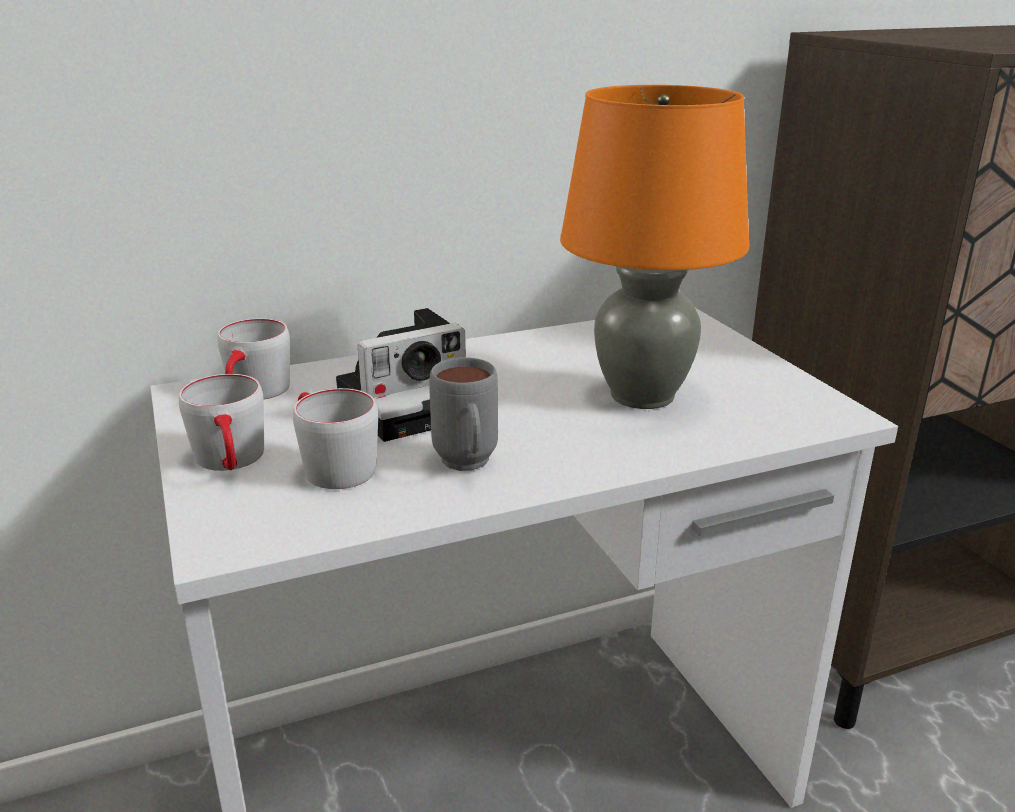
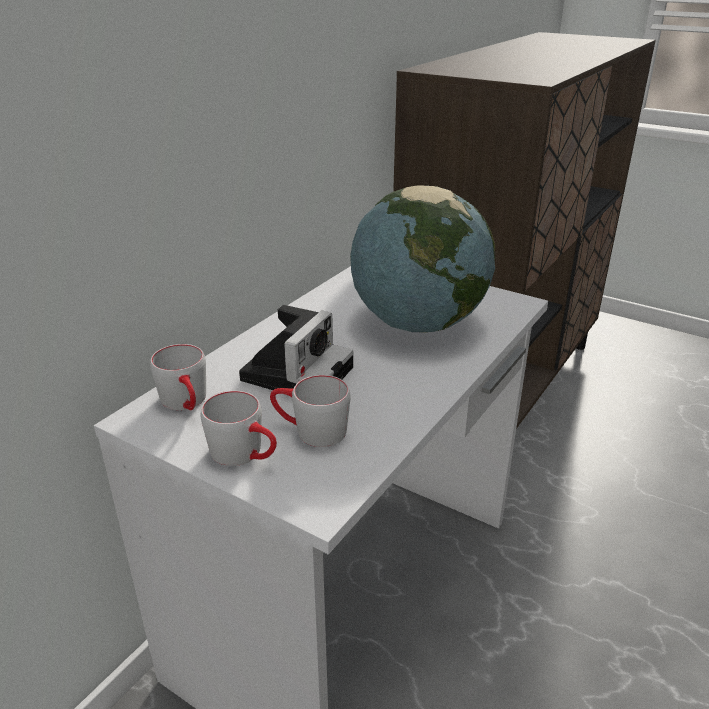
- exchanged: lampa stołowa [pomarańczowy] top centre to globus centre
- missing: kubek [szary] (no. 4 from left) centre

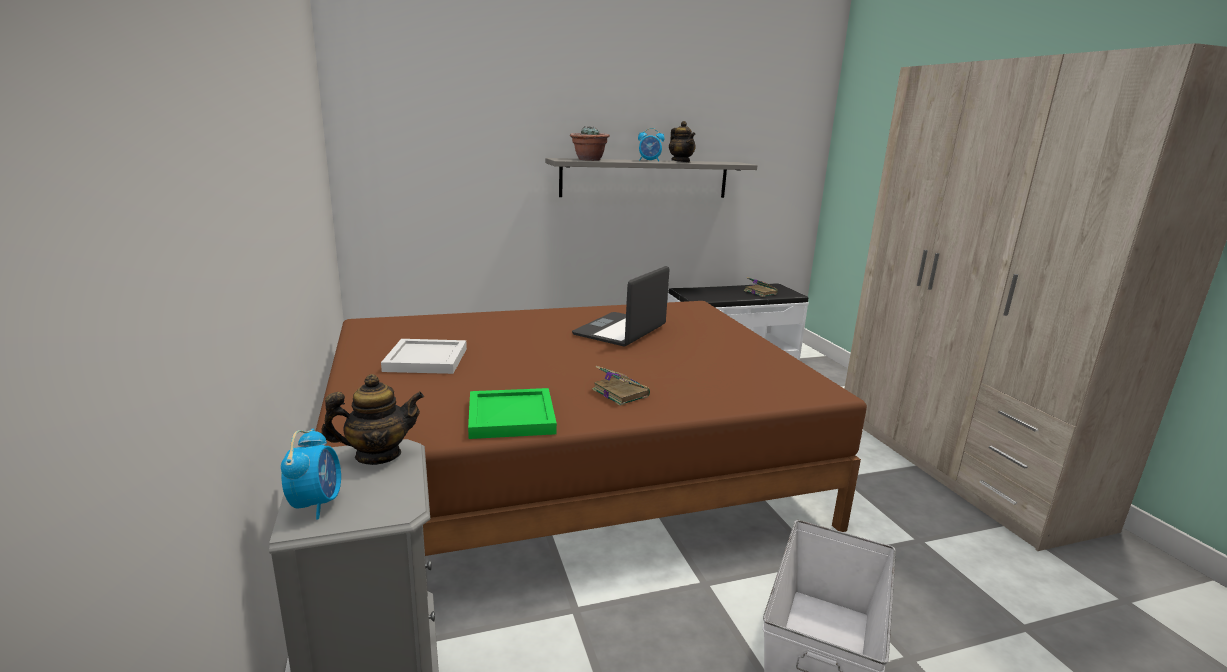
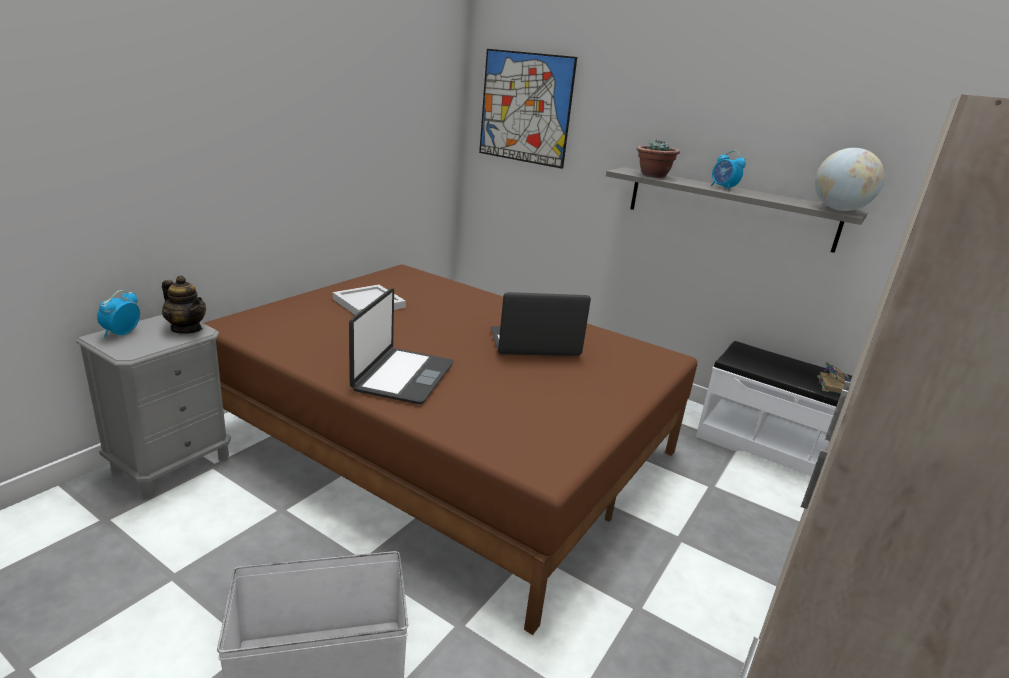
- spun: budzik (no. 1 from left) bottom left = middle left 150 degrees clockwise
- exchanged: książka (no. 1 from left) centre to laptop (no. 1 from left) centre
- appeared: obraz top centre
- appeared: globus top right
- missing: taca [zielony] centre
- missing: imbryk (no. 2 from left) top centre

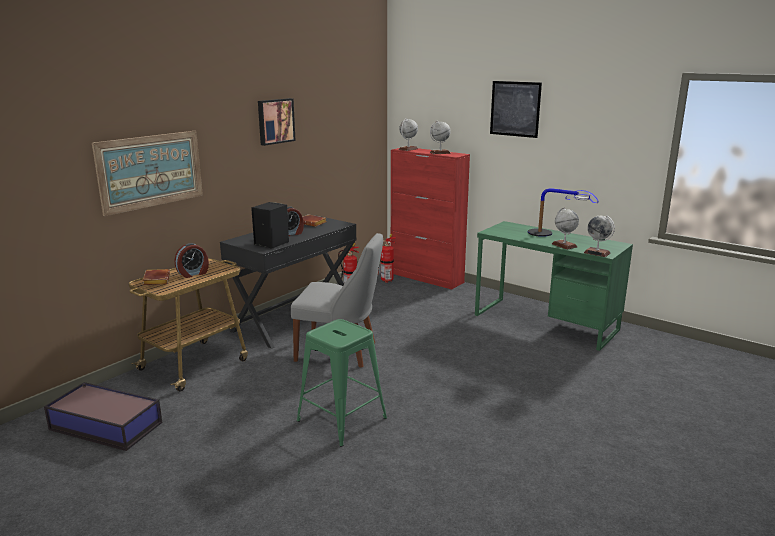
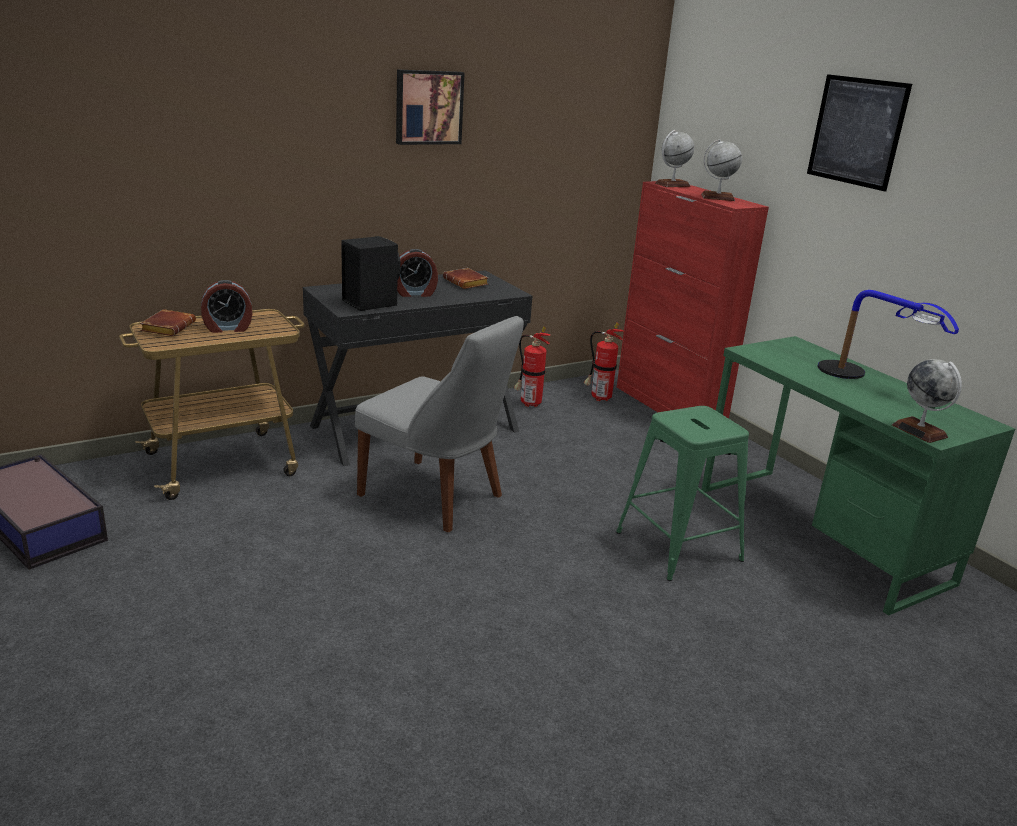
- relocated: stołek [zielony] bottom centre to middle right
- missing: obraz (no. 1 from left) top left
- missing: globus (no. 3 from left) middle right

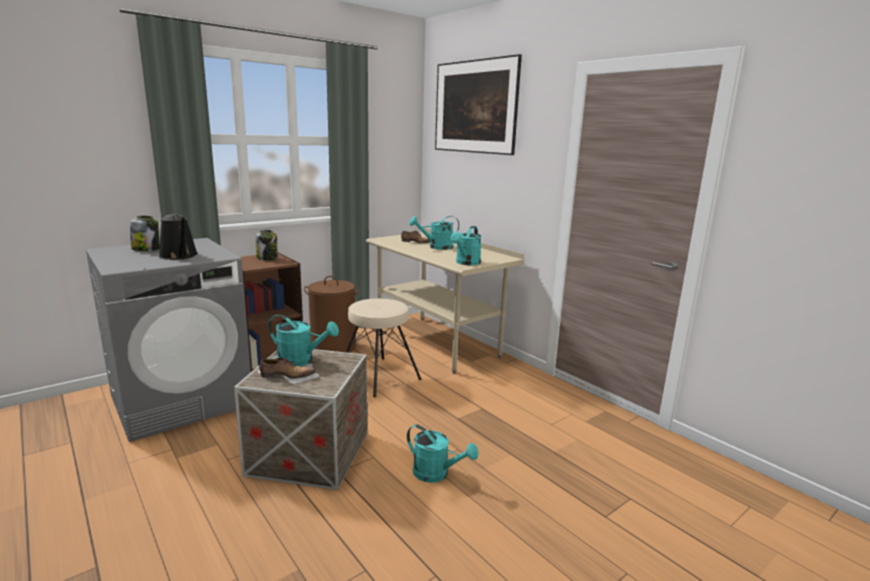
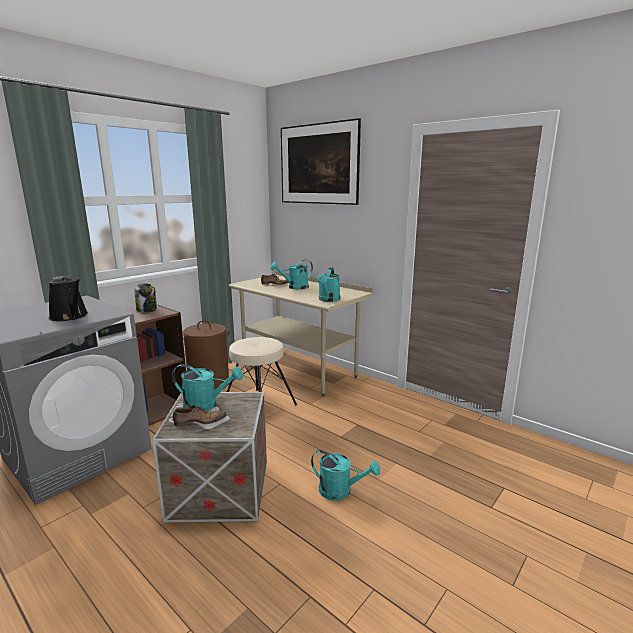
- missing: słoik (no. 1 from left) middle left

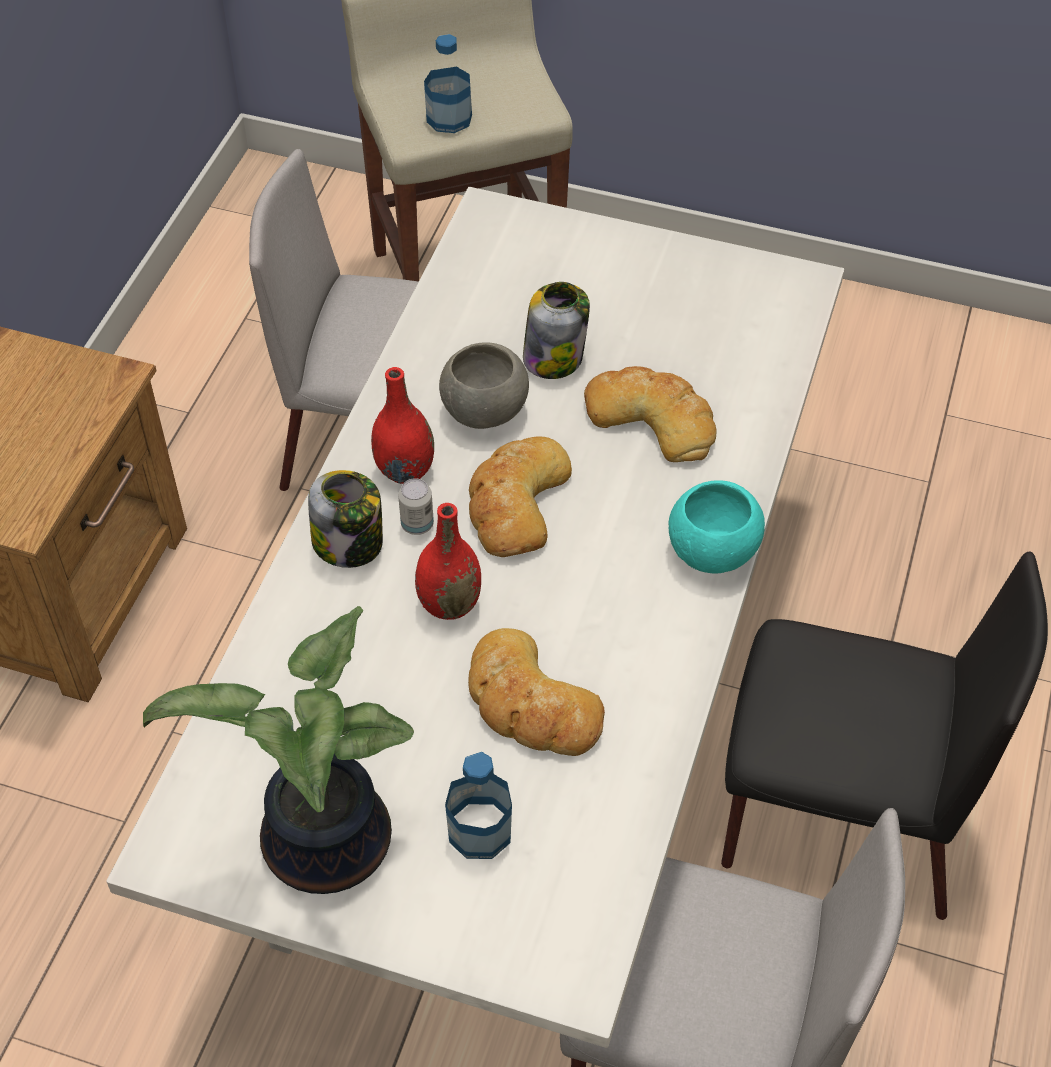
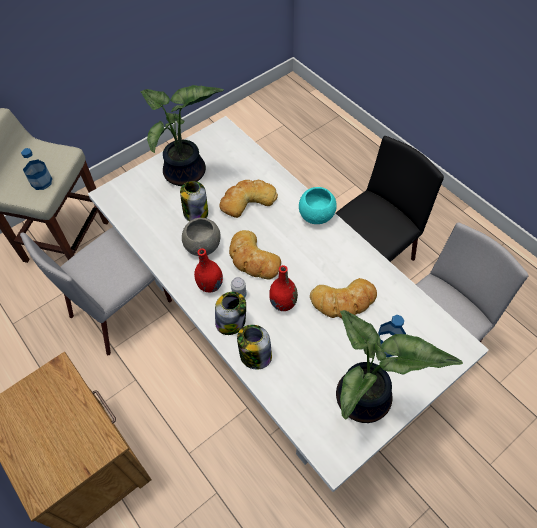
- appeared: roślina doniczkowa (no. 1 from left) top centre
- appeared: słoik (no. 3 from left) centre

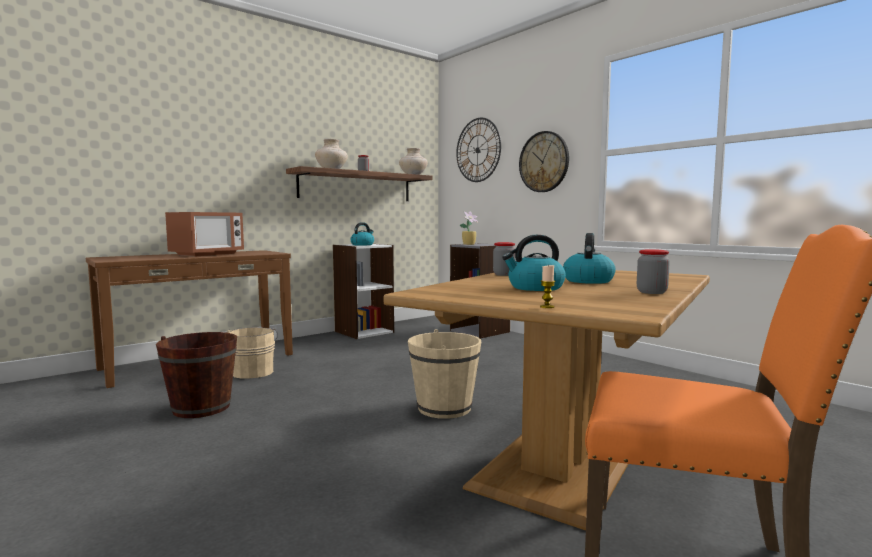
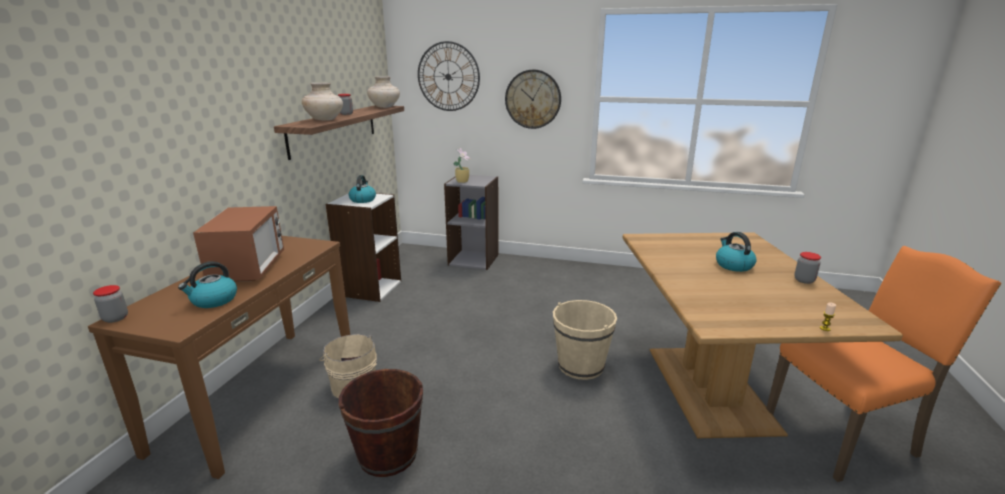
- relocated: słoik (no. 2 from left in the first image) centre to słoik (no. 1 from left) middle left
- relocated: czajnik (no. 2 from left in the first image) centre to czajnik (no. 1 from left) middle left

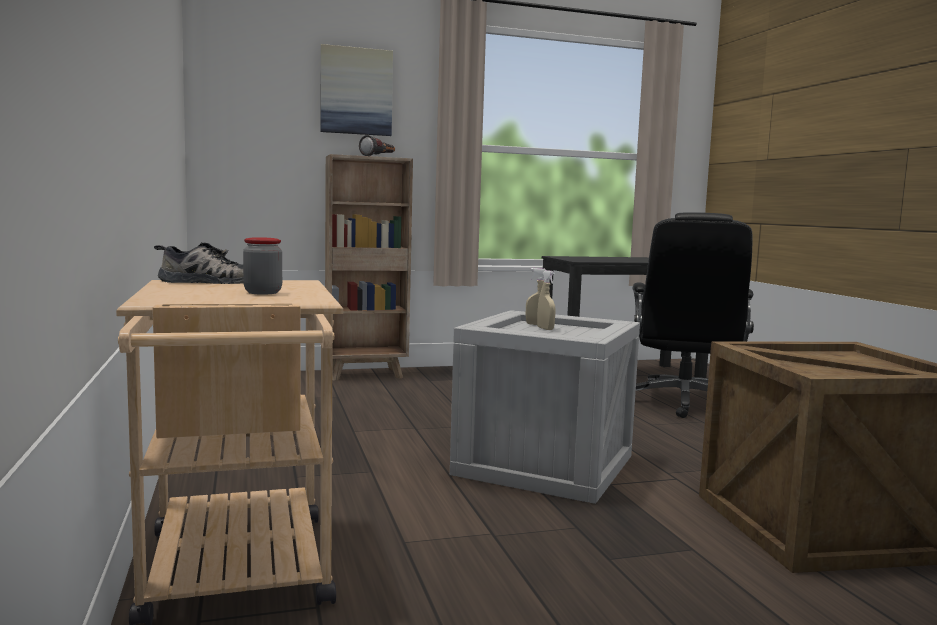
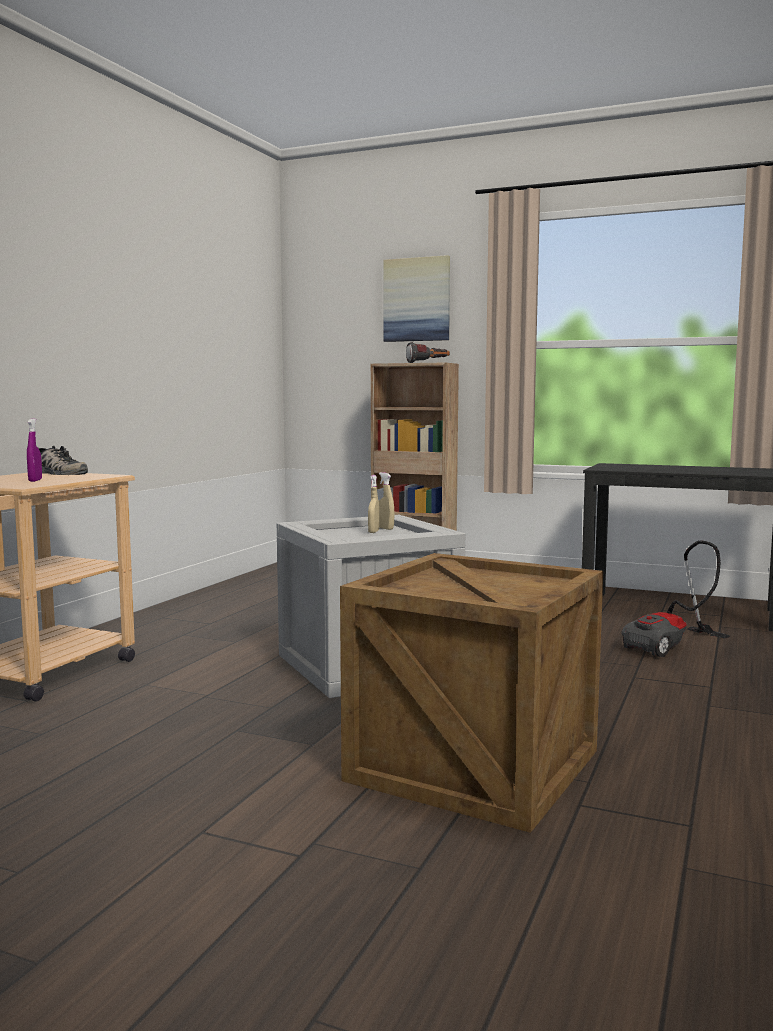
- exchanged: słoik middle left to spryskiwacz [fioletowy] middle left
- exchanged: krzesło biurowe [czarny] middle right to odkurzacz middle right

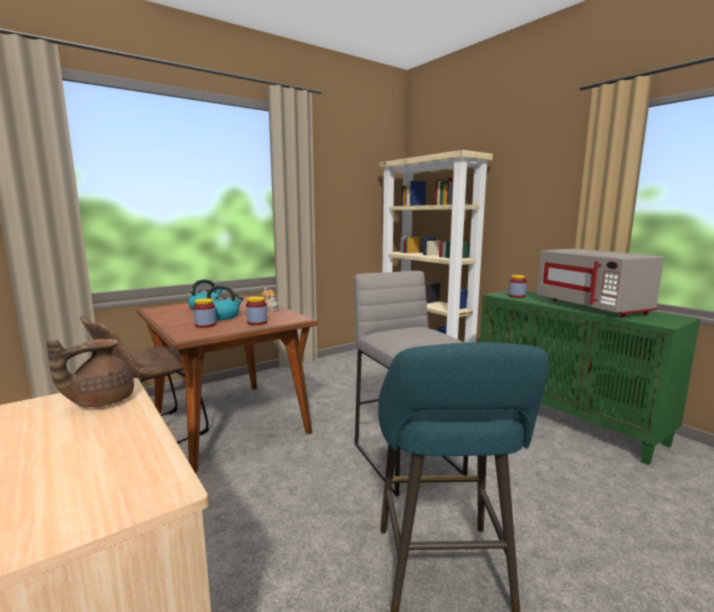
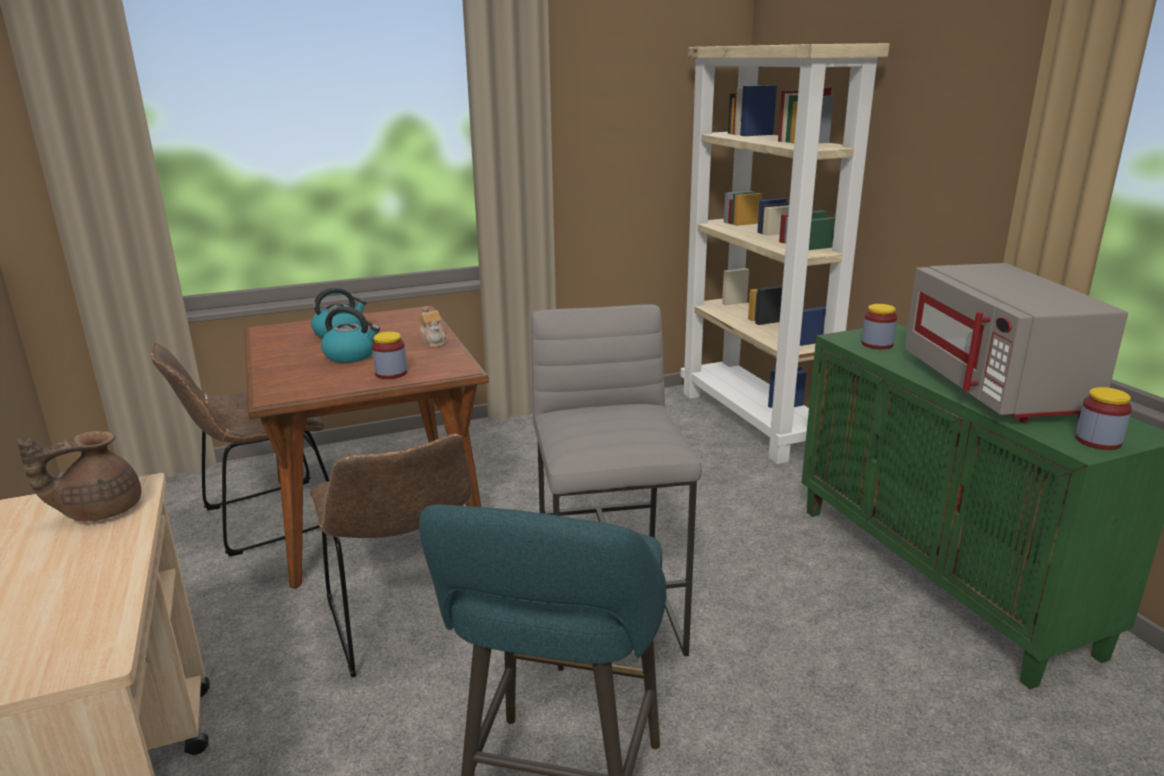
- appeared: krzesło [brązowy] (no. 2 from left) bottom centre
- relocated: słoik (no. 1 from left in the first image) middle left to słoik (no. 3 from left) middle right

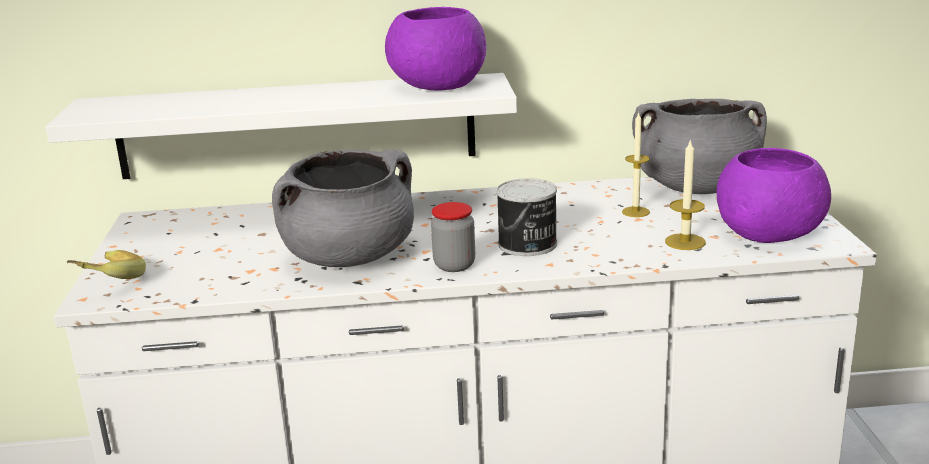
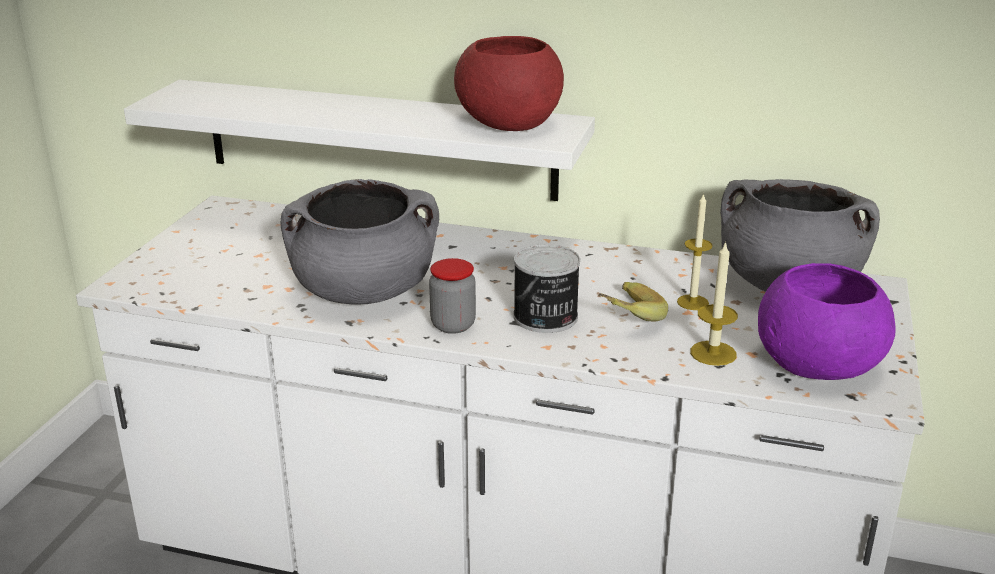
- colour: miska [fioletowy] (no. 1 from left) top centre to miska [czerwony] top centre
- relocated: banan middle left to centre

